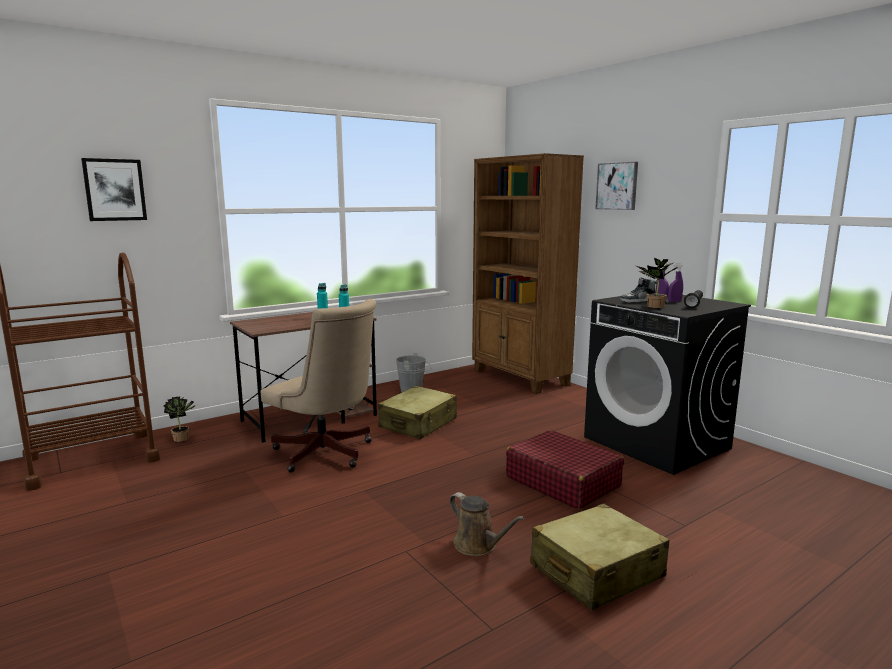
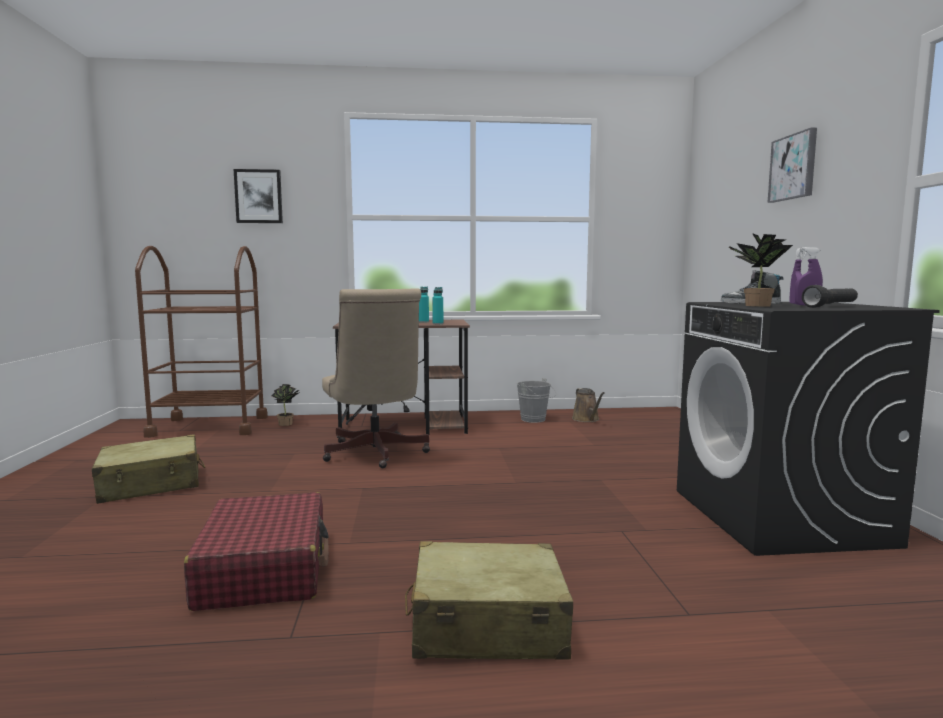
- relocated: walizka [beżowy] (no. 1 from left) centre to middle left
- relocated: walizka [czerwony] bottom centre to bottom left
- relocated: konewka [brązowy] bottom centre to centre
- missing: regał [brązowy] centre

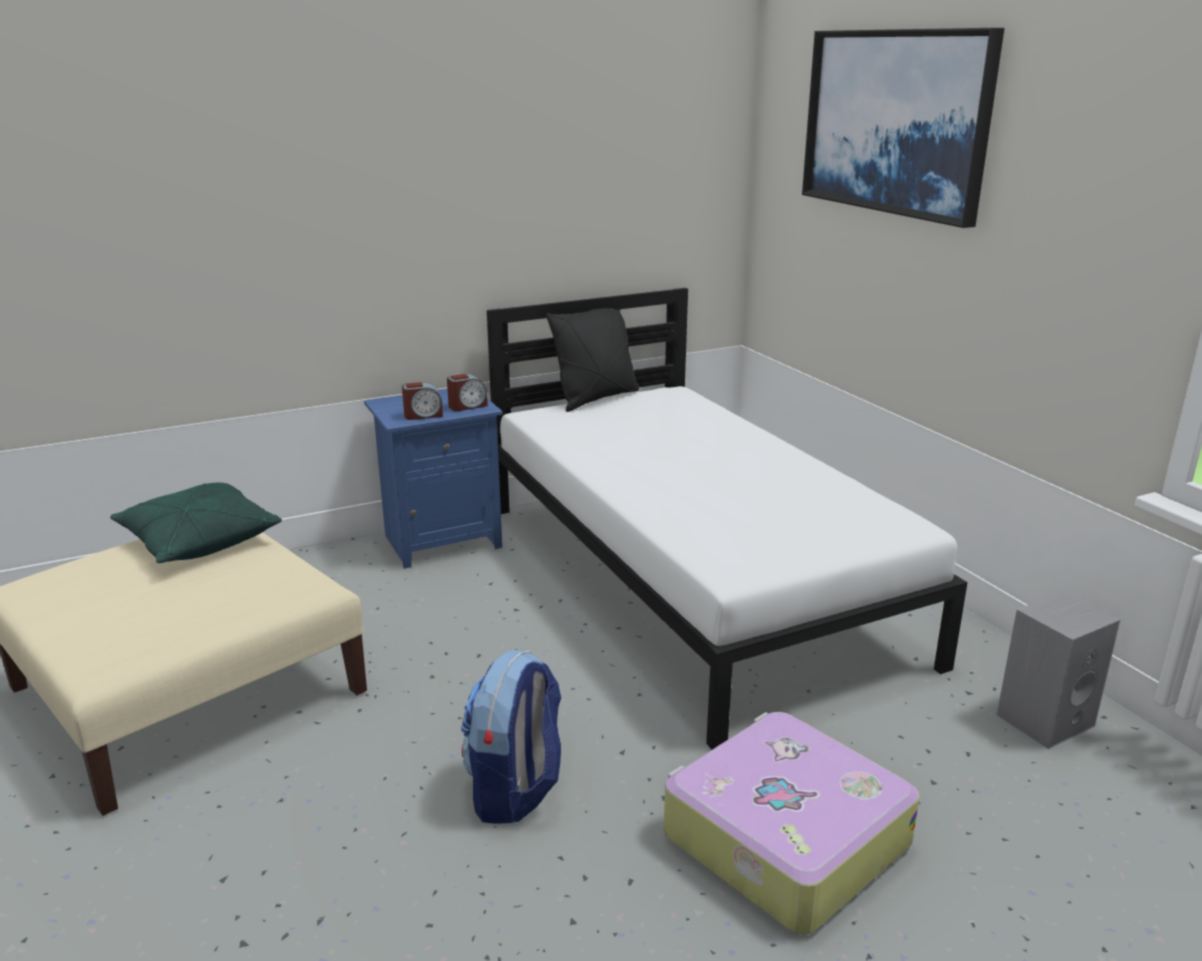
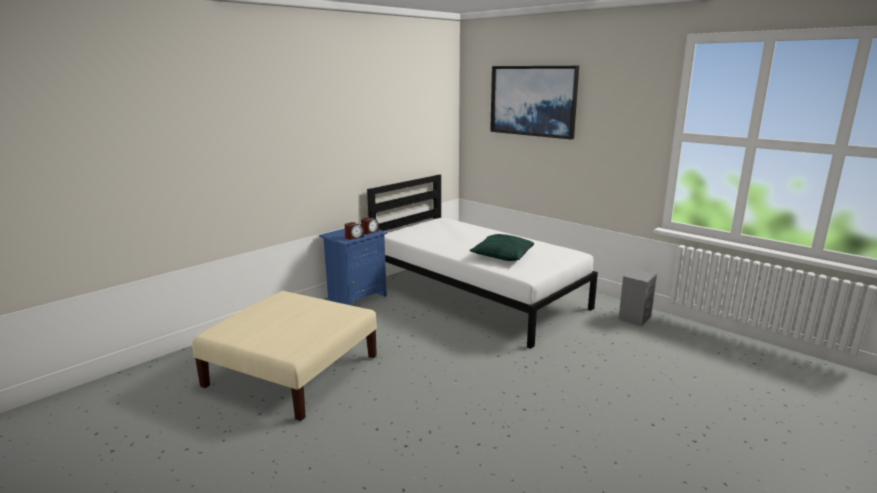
- relocated: poduszka [zielony] middle left to centre
- missing: plecak bottom centre
- missing: poduszka [czarny] centre
- missing: walizka bottom centre

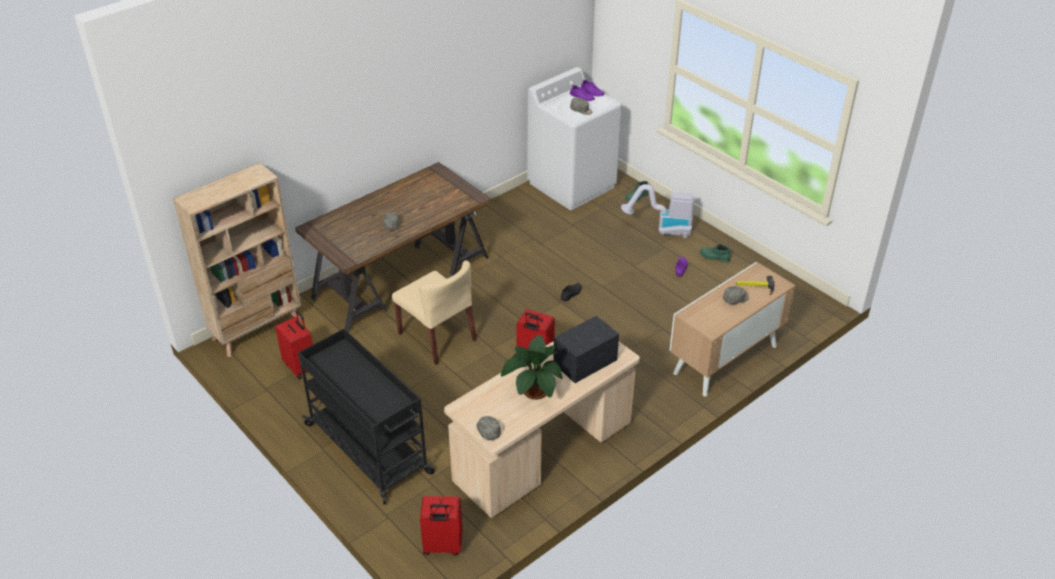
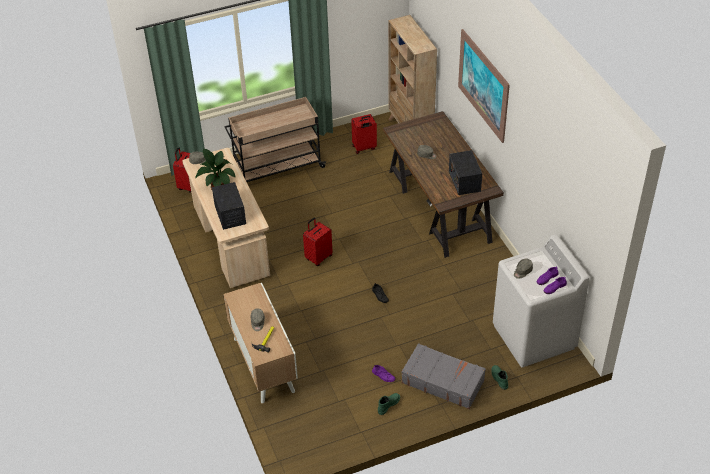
- colour: wózek [czarny] bottom centre to wózek [beżowy] top centre
- exchanged: odkurzacz centre to walizka [szary] bottom centre
- appeared: radio (no. 2 from left) centre
- appeared: obraz top right
- missing: krzesło [beżowy] centre

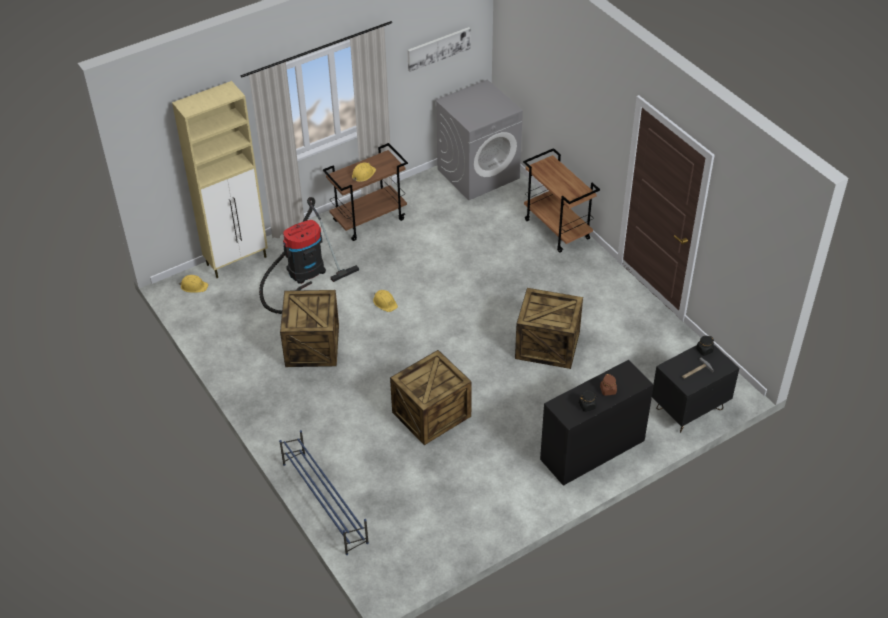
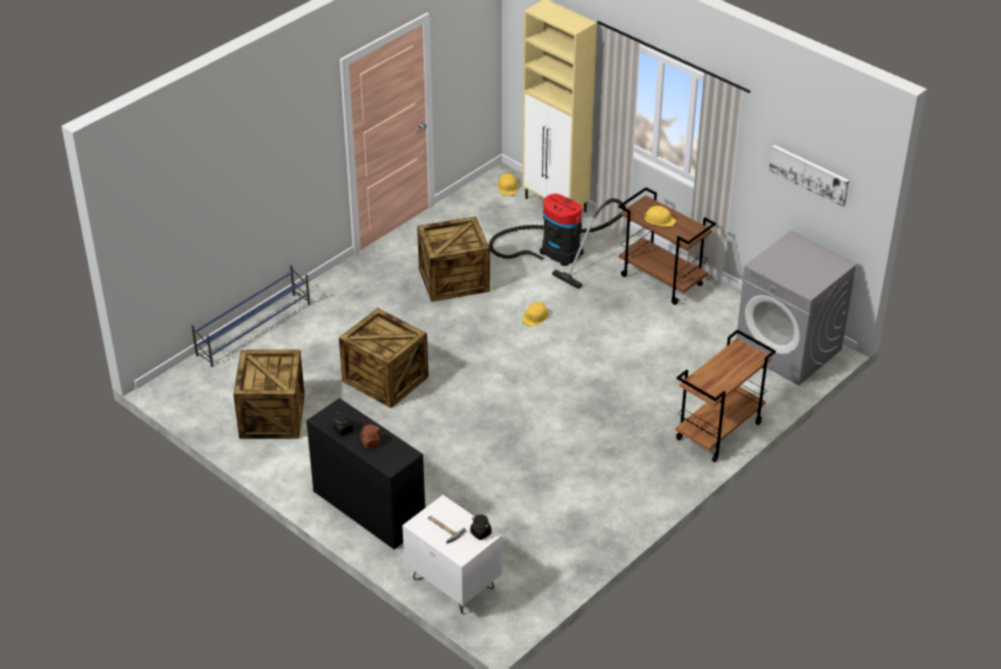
- relocated: skrzynka (no. 3 from left in the first image) centre to skrzynka (no. 1 from left) middle left
- colour: szafka nocna [czarny] middle right to szafka nocna [biały] bottom centre

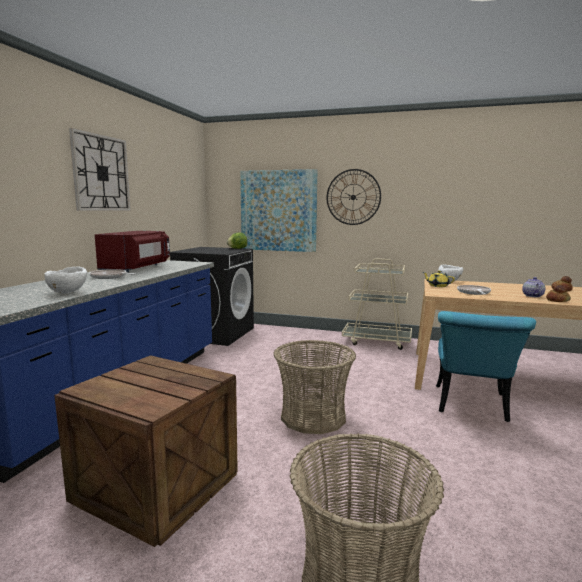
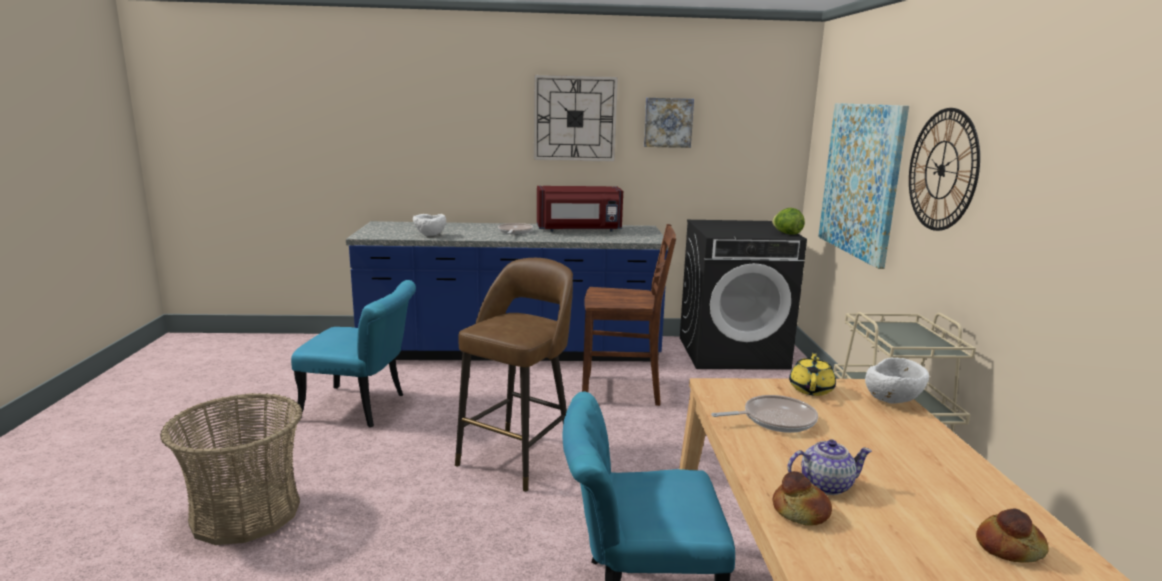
- exchanged: skrzynka bottom left to krzesło [turkusowy] (no. 1 from left) middle left
- exchanged: koszyk (no. 1 from left) centre to stołek [brązowy] centre
- appeared: krzesło [brązowy] centre
- appeared: obraz (no. 1 from left) top centre

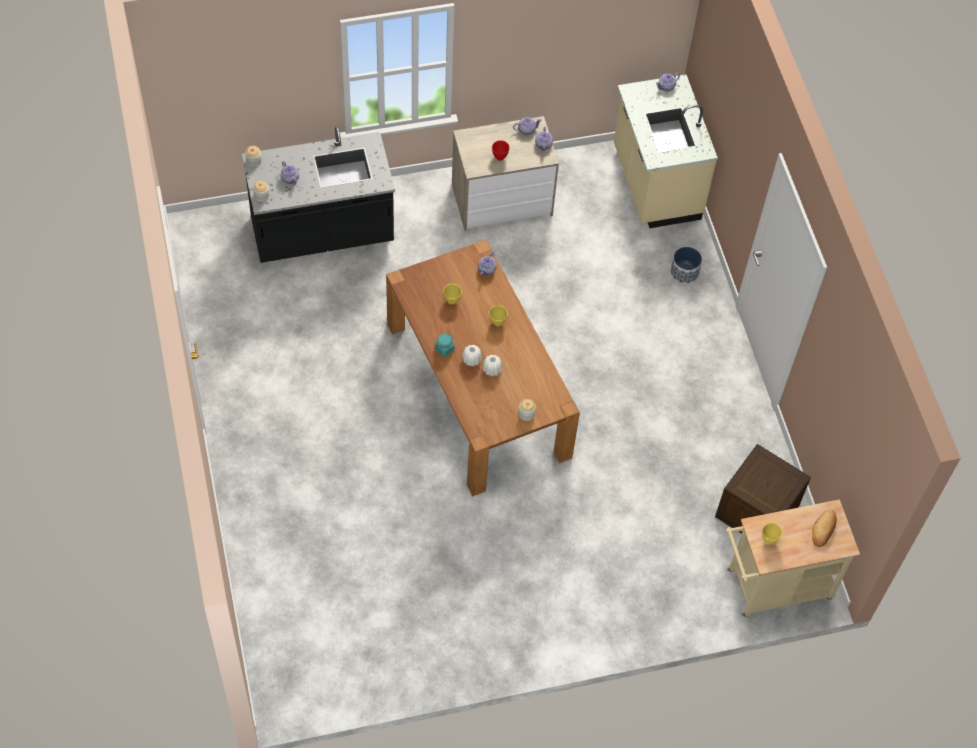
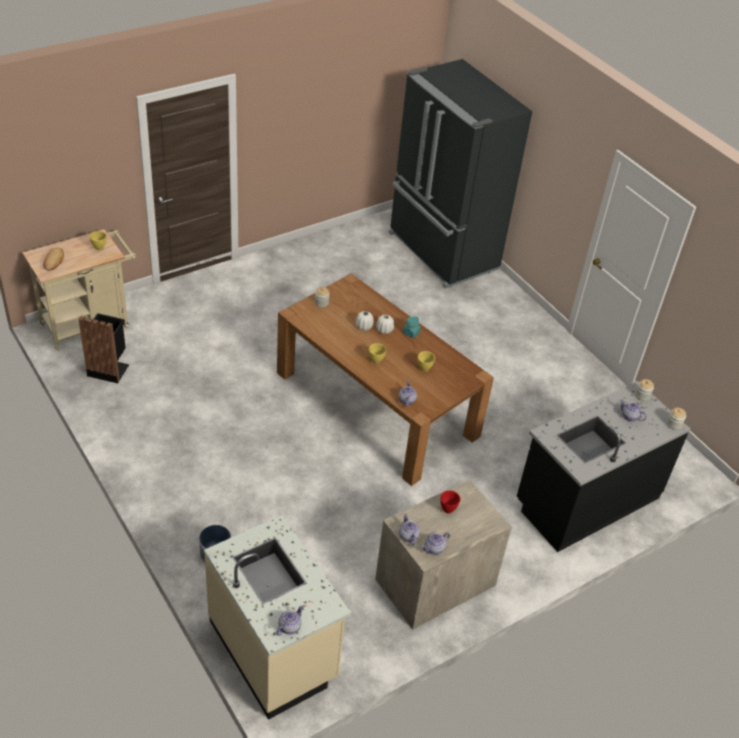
- exchanged: skrzynka middle right to kosz na śmieci [czarny] middle left
- appeared: lodówka [czarny] top centre

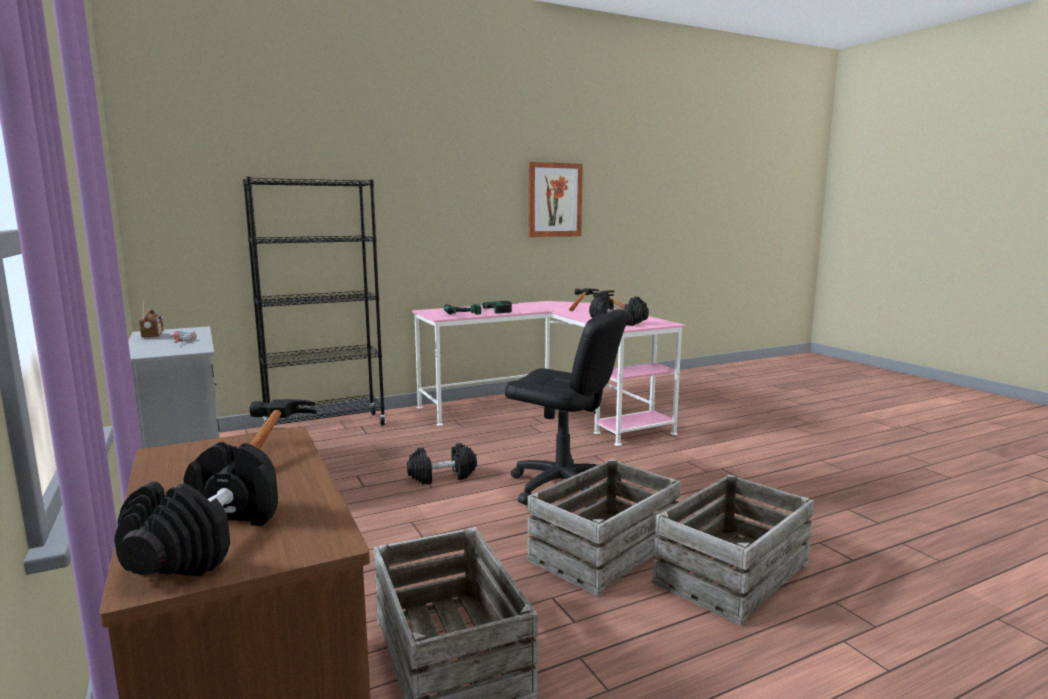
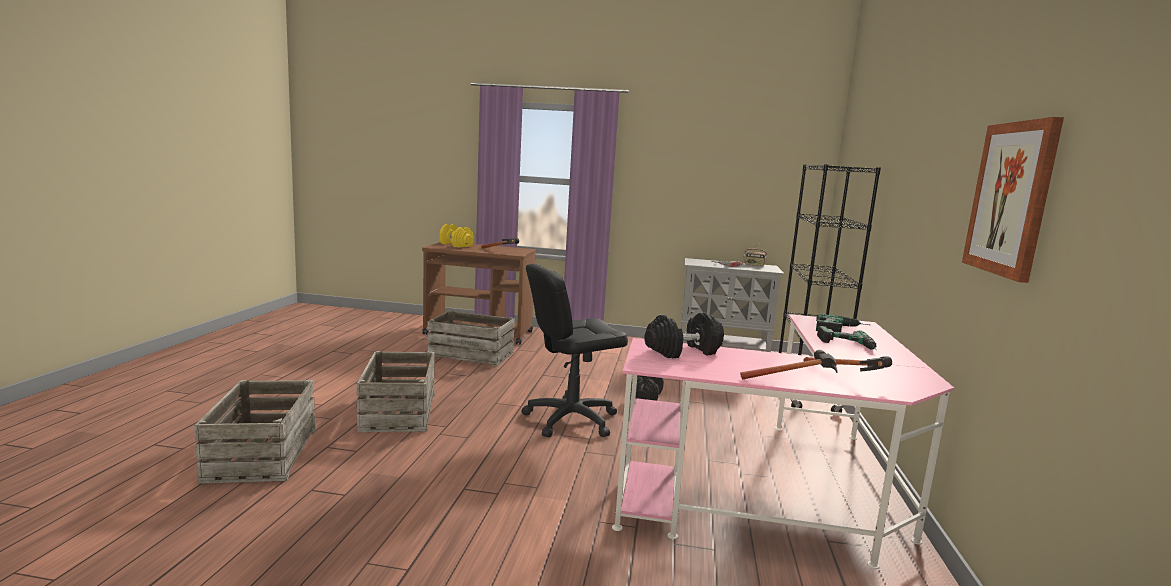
- relocated: skrzynka (no. 2 from left in the first image) bottom centre to skrzynka (no. 1 from left) bottom left
- colour: hantel [czarny] (no. 1 from left) bottom left to hantel [żółty] centre

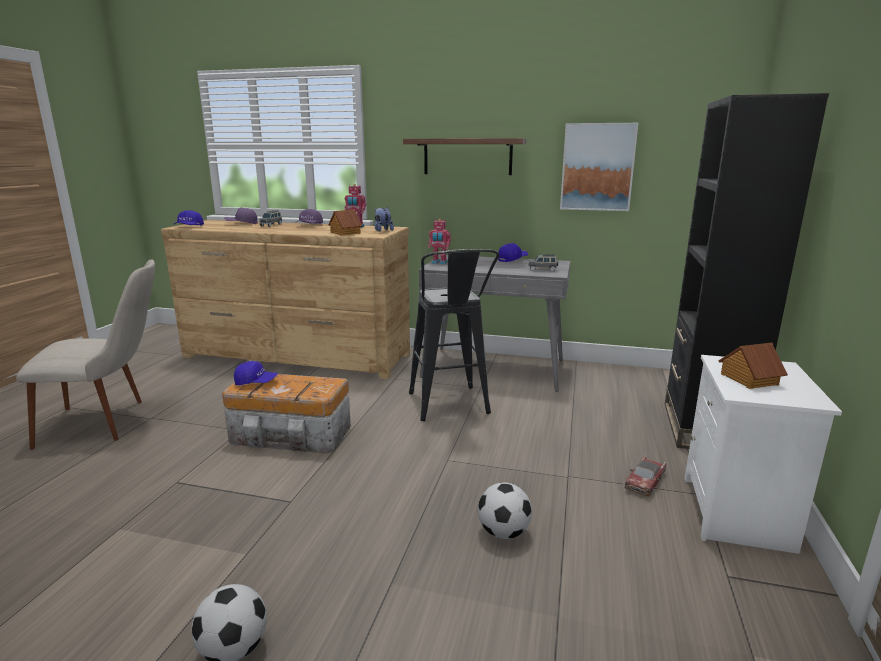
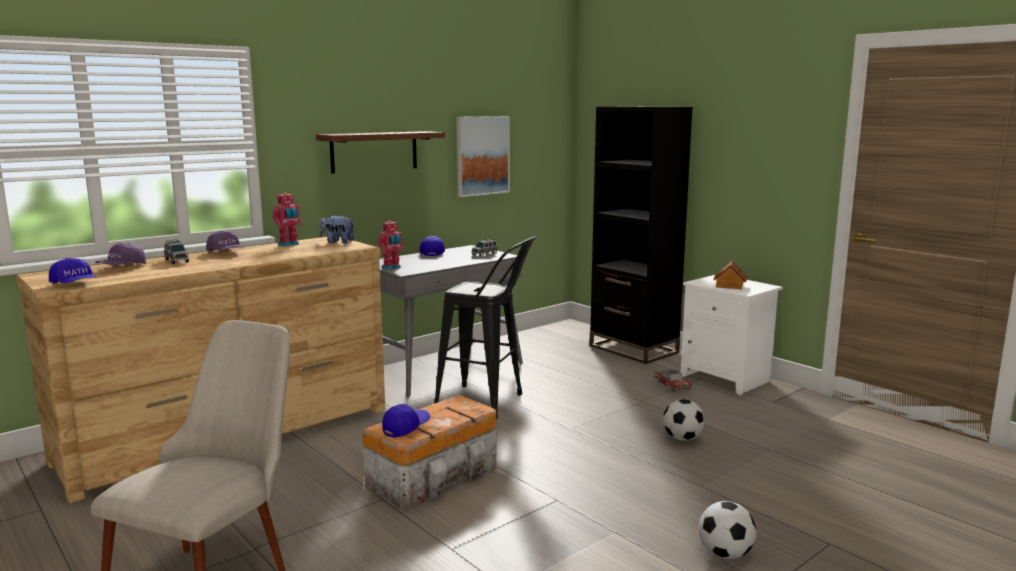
- missing: domek (no. 1 from left) centre

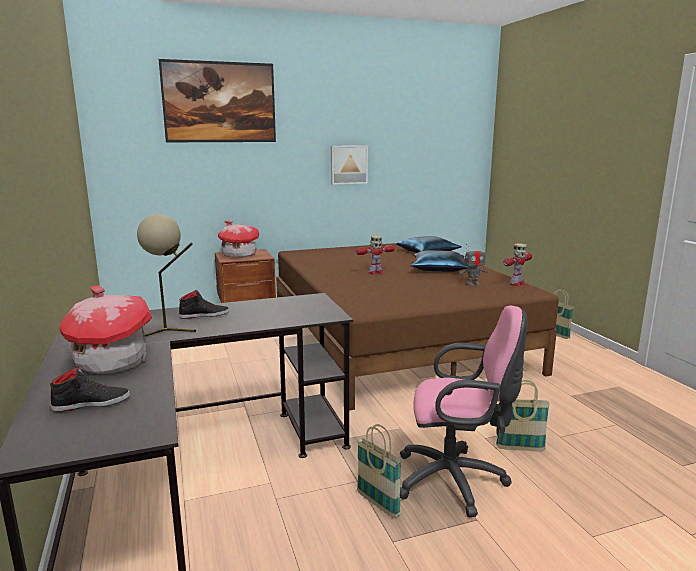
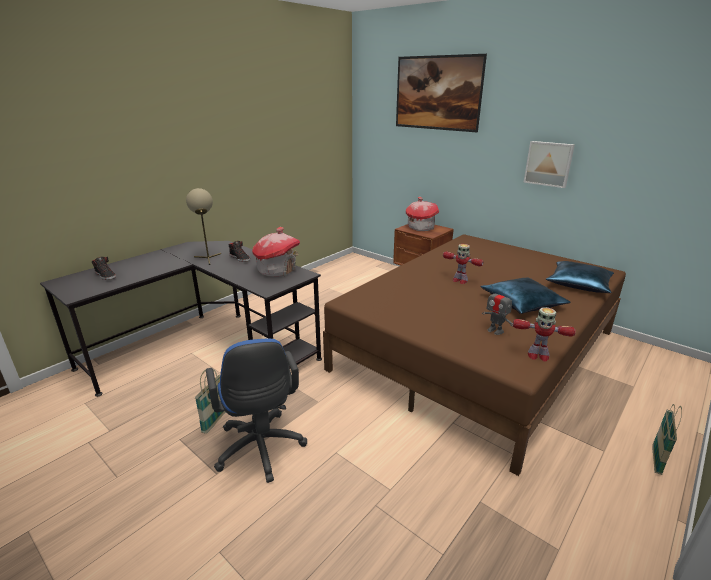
- colour: krzesło biurowe [różowy] bottom right to krzesło biurowe [niebieski] bottom centre
- relocated: domek (no. 1 from left) middle left to centre
- missing: koszyk (no. 2 from left) bottom right

